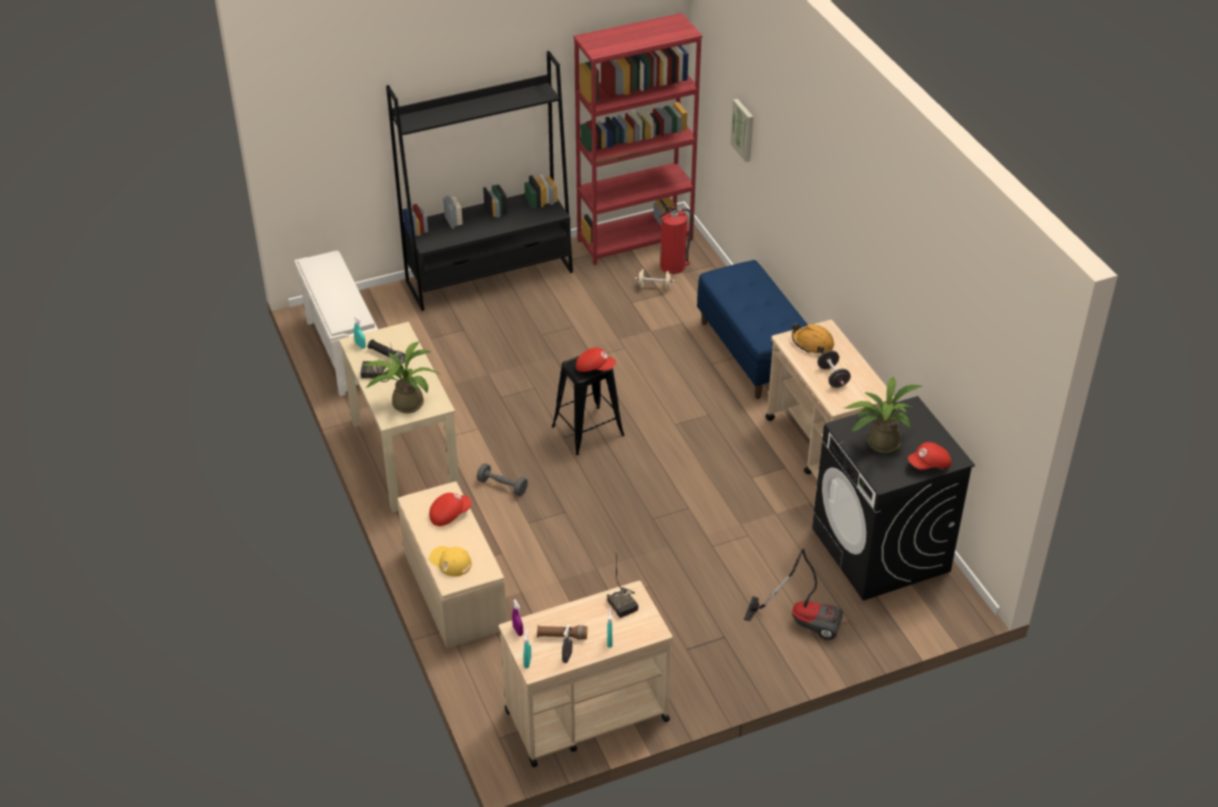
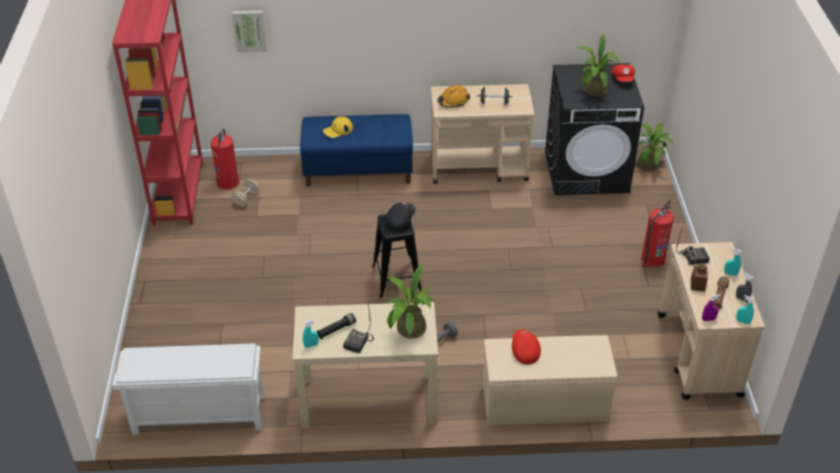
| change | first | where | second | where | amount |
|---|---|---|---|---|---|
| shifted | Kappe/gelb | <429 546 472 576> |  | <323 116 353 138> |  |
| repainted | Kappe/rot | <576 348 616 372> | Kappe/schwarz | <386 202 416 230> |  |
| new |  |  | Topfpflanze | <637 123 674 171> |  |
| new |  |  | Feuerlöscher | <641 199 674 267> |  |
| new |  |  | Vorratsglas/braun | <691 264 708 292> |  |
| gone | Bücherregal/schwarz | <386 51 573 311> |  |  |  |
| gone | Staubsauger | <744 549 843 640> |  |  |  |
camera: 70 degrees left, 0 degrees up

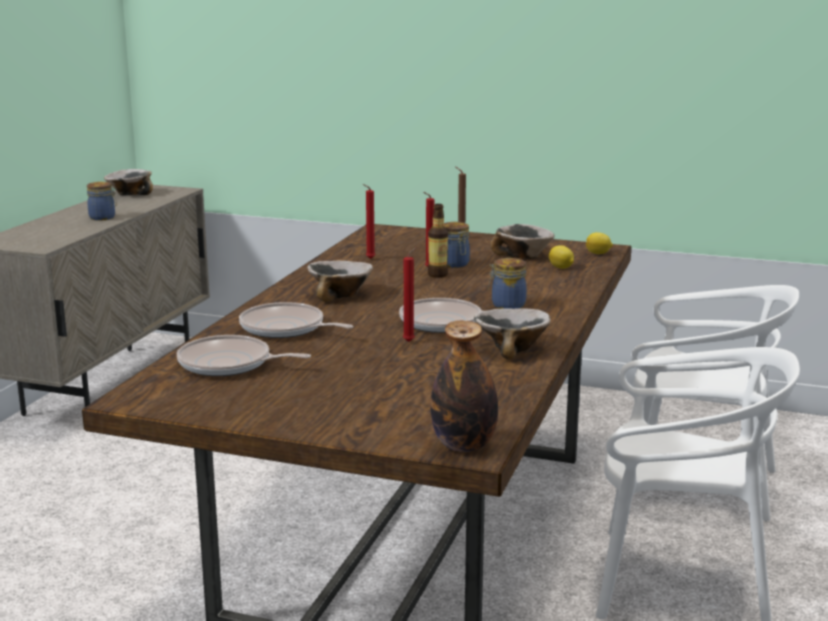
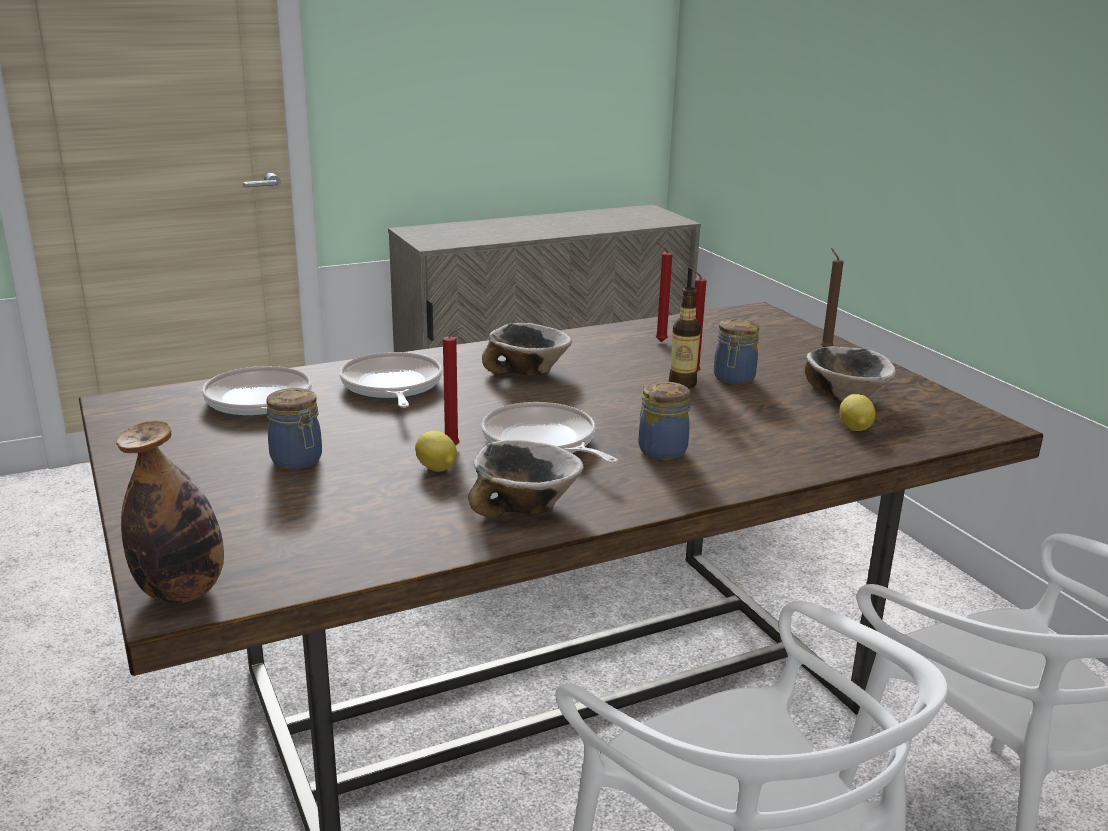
| change | first | where | second | where | amount |
|---|---|---|---|---|---|
| shifted | Vorratsglas | <87 182 117 221> |  | <266 388 322 470> |  |
| shifted | Zitrone | <586 232 613 254> |  | <415 431 457 472> |  |
| gone | Schüssel | <104 169 153 195> |  |  |  |
camera: 45 degrees right, 5 degrees up

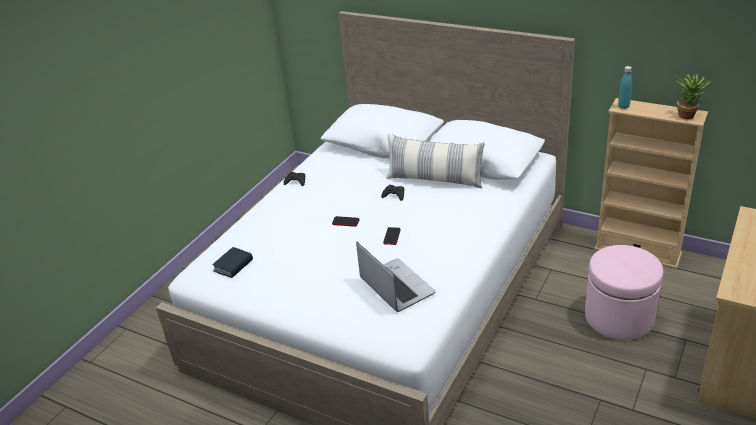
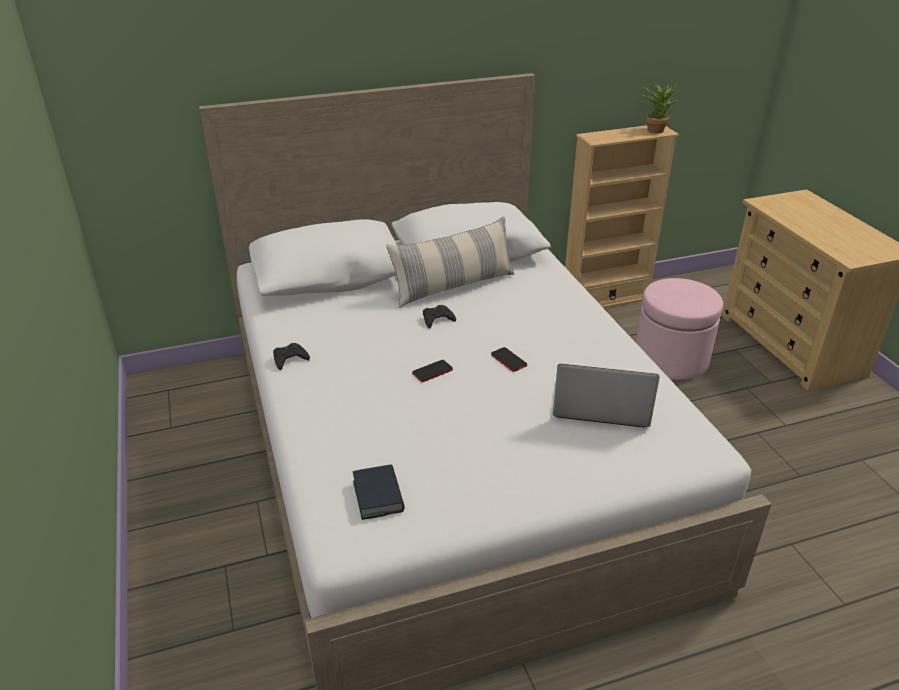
| change | first | where | second | where | amount |
|---|---|---|---|---|---|
| gone | Flasche/türkis | <618 66 632 109> |  |  |  |
camera: 50 degrees left, 0 degrees up

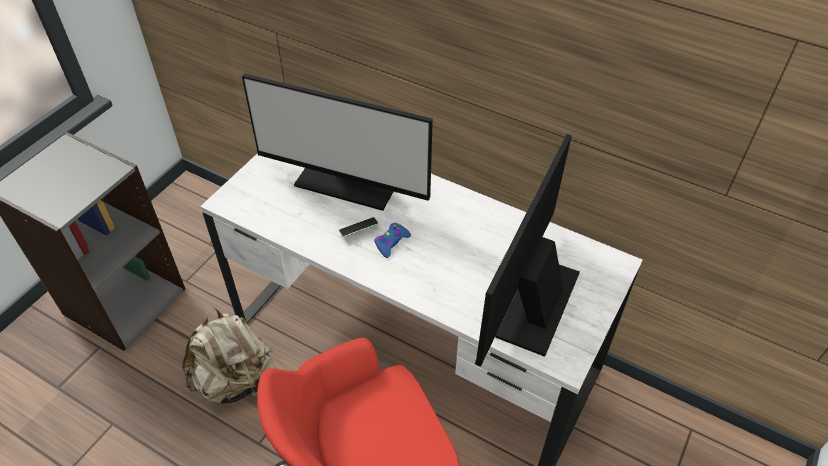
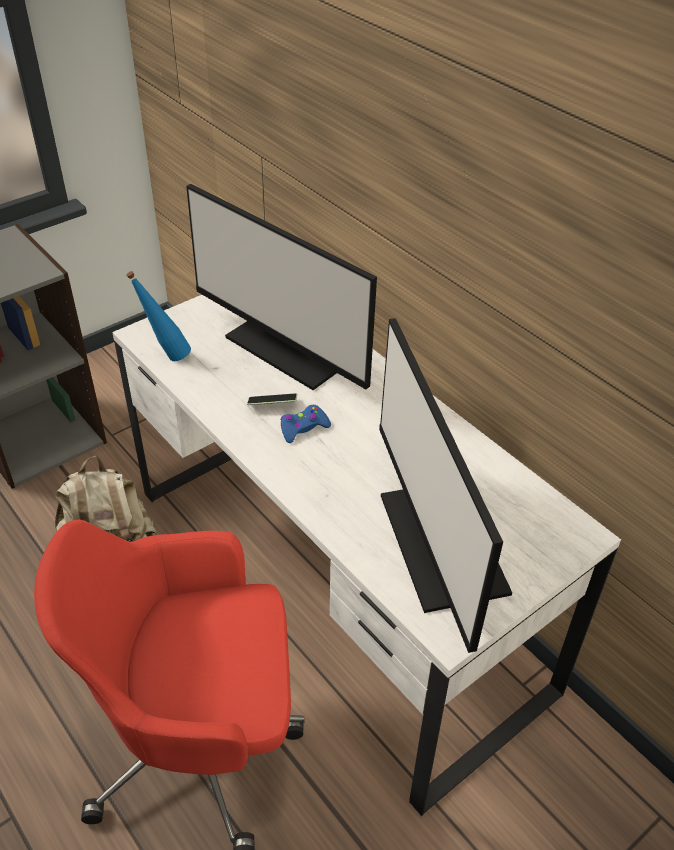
| change | first | where | second | where | amount |
|---|---|---|---|---|---|
| new |  |  | Flasche/blau | <126 271 191 361> |  |
| rotated | Monitor | <475 134 580 367> |  | <379 318 512 653> | 60 degrees counterclockwise |
camera: 20 degrees right, 5 degrees down

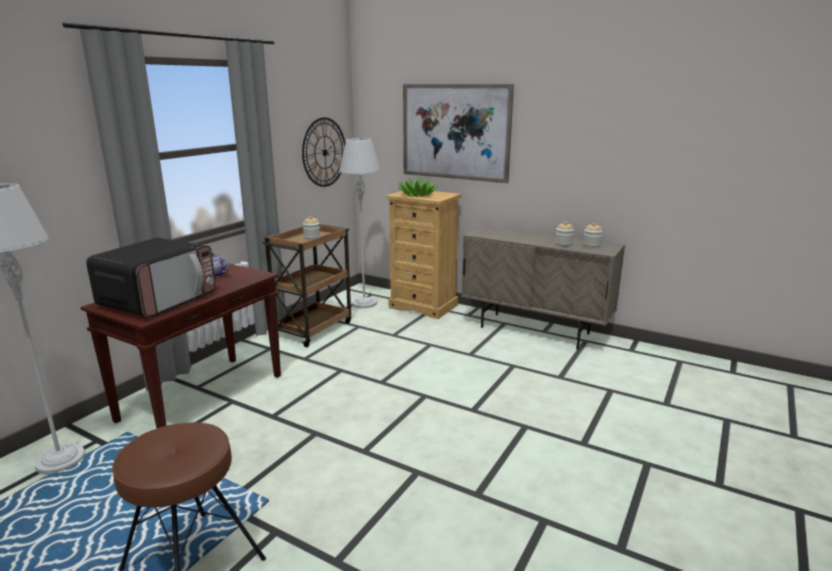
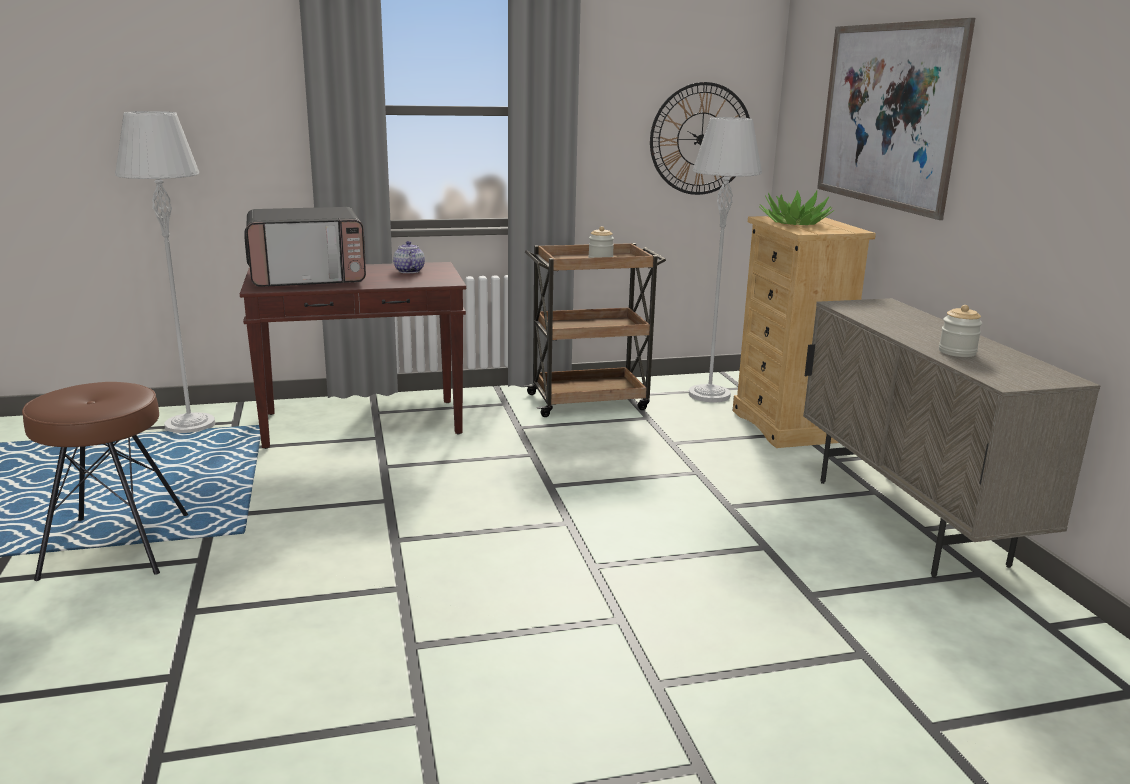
| change | first | where | second | where | amount |
|---|---|---|---|---|---|
| gone | Vorratsglas | <583 223 603 248> |  |  |  |
camera: 45 degrees right, 0 degrees up

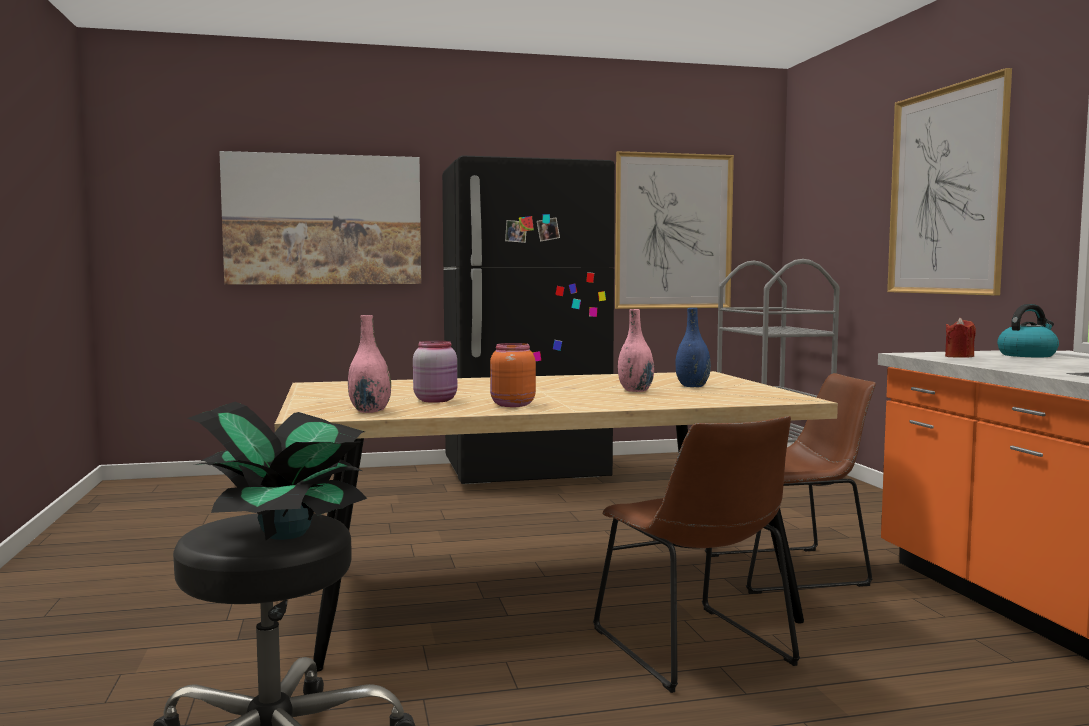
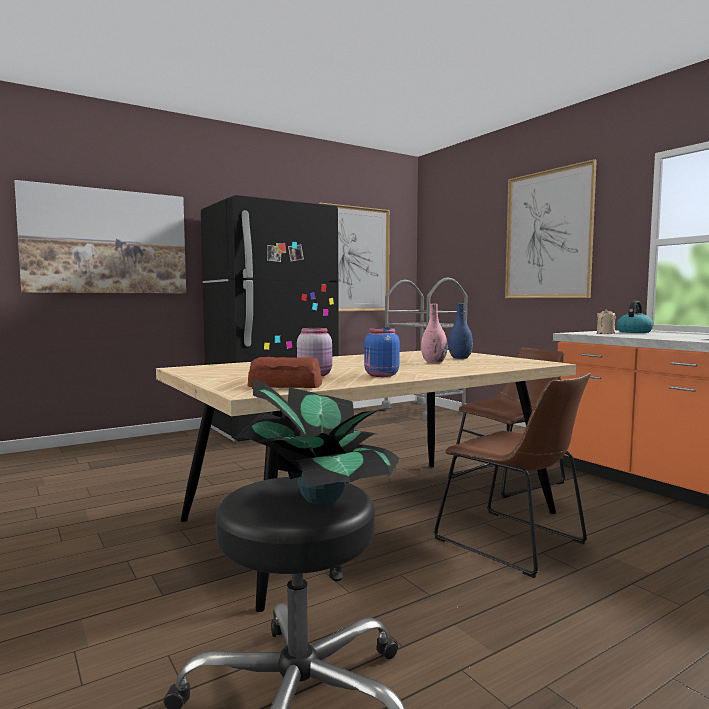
| change | first | where | second | where | amount |
|---|---|---|---|---|---|
| swapped | Vase/rosa | <348 315 391 413> | Brot | <248 357 322 388> |  |
| repainted | Vorratsglas/orange | <490 343 536 407> | Vorratsglas/blau | <364 328 400 377> |  |
| repainted | Kerze/rot | <945 318 976 358> | Kerze/beige | <597 309 616 334> |  |
camera: 20 degrees left, 0 degrees up

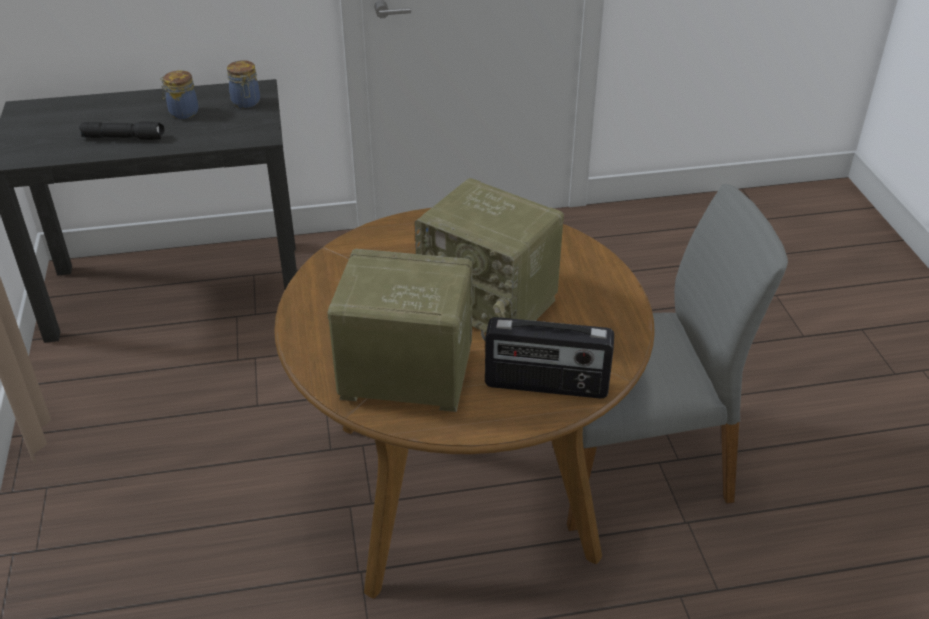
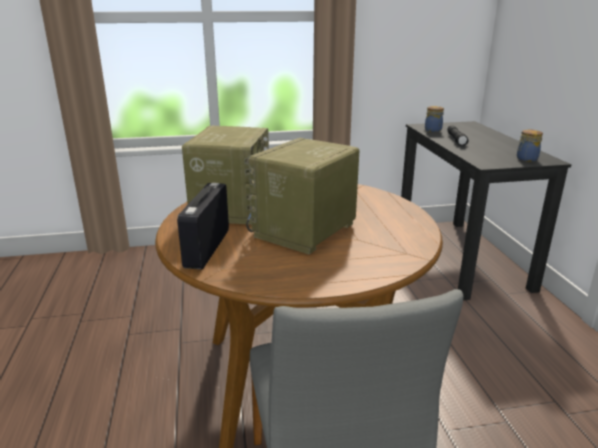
| change | first | where | second | where | amount |
|---|---|---|---|---|---|
| shifted | Vorratsglas | <160 70 199 119> |  | <425 106 444 132> |  |
camera: 90 degrees right, 15 degrees down

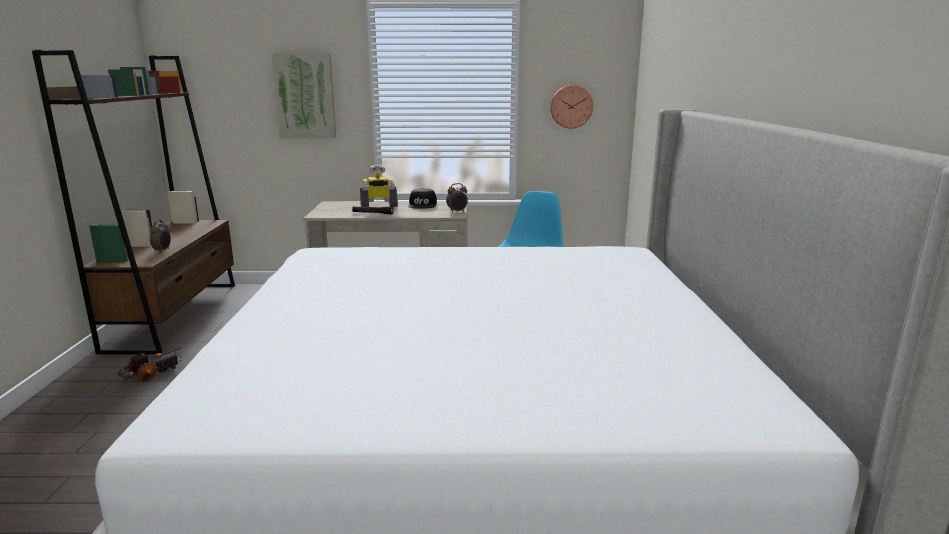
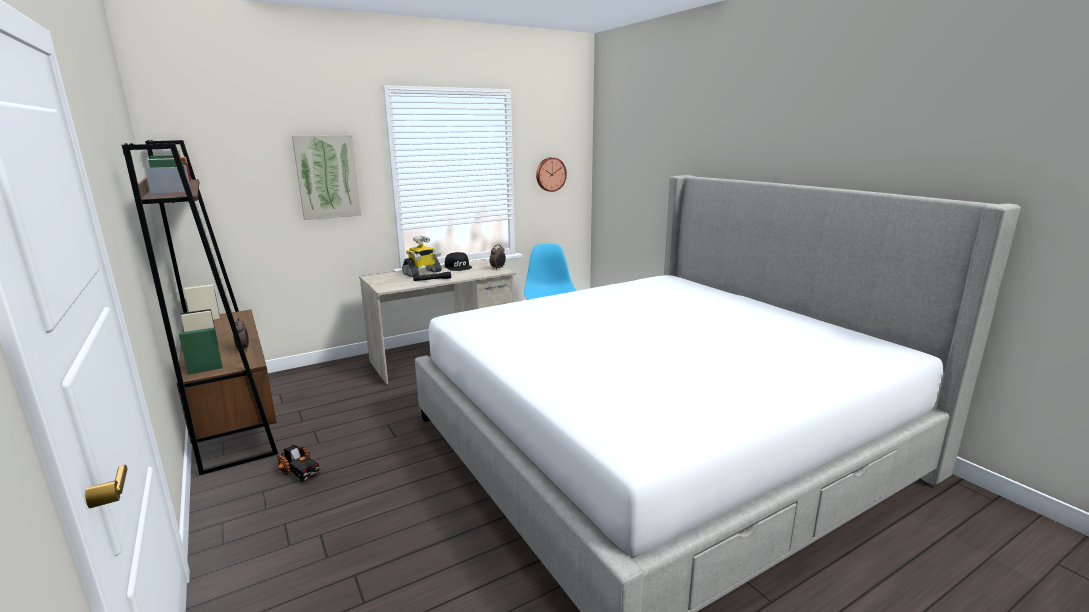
| change | first | where | second | where | amount |
|---|---|---|---|---|---|
| rotated | Spielzeuglaster | <118 347 182 382> |  | <277 445 322 482> | 120 degrees clockwise |
camera: 30 degrees left, 0 degrees up

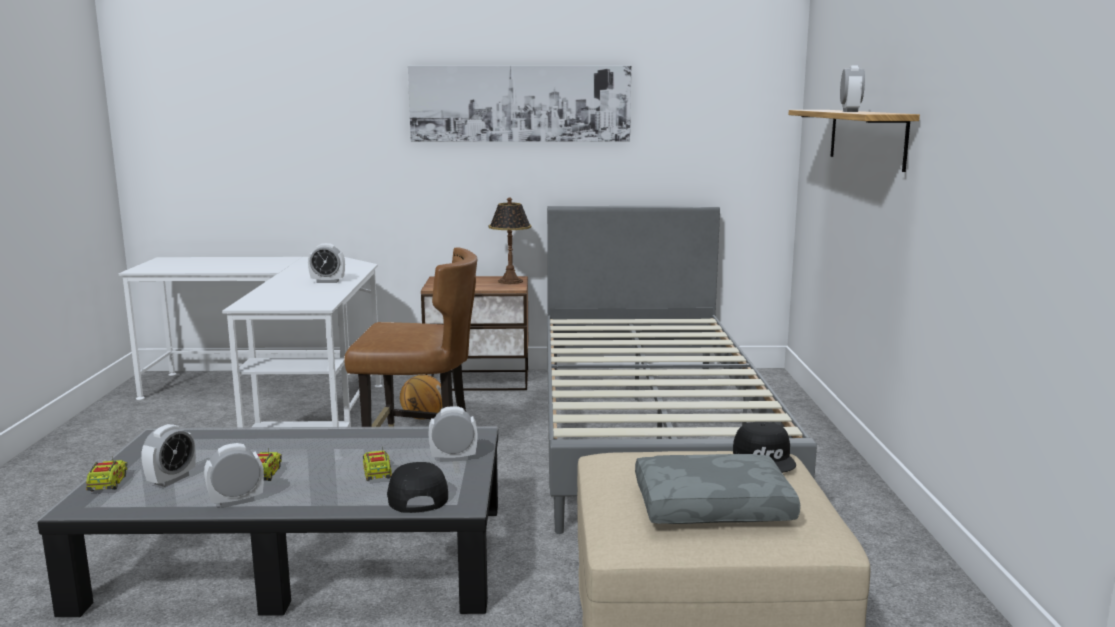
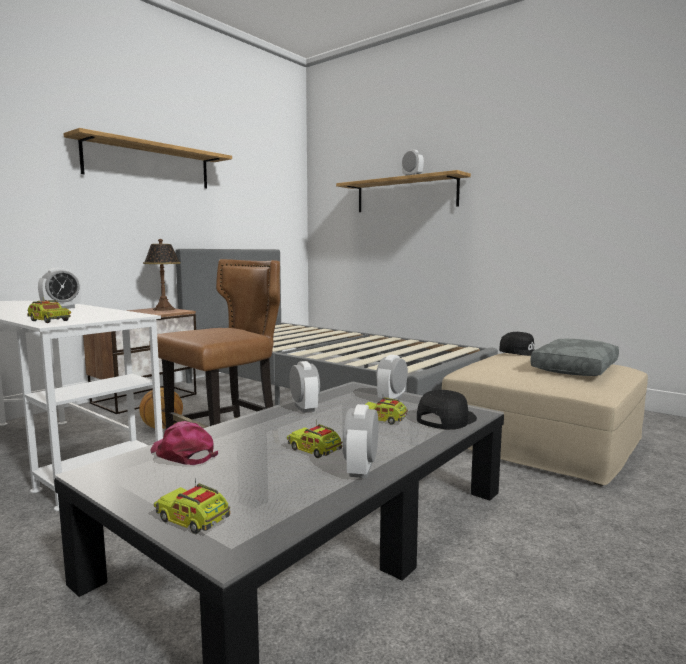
| change | first | where | second | where | amount |
|---|---|---|---|---|---|
| new |  |  | Spielzeuglaster | <27 300 71 323> |  |
| swapped | Bild | <408 66 631 142> | Wandregal | <63 128 232 189> |  |
| new |  |  | Kappe/rosa | <151 421 218 465> |  |
| shifted | Wecker | <142 424 196 487> |  | <289 361 320 413> |  |
| rotated | Kappe/schwarz | <387 462 448 513> |  | <417 390 477 430> | 105 degrees clockwise |
camera: 50 degrees left, 5 degrees down

